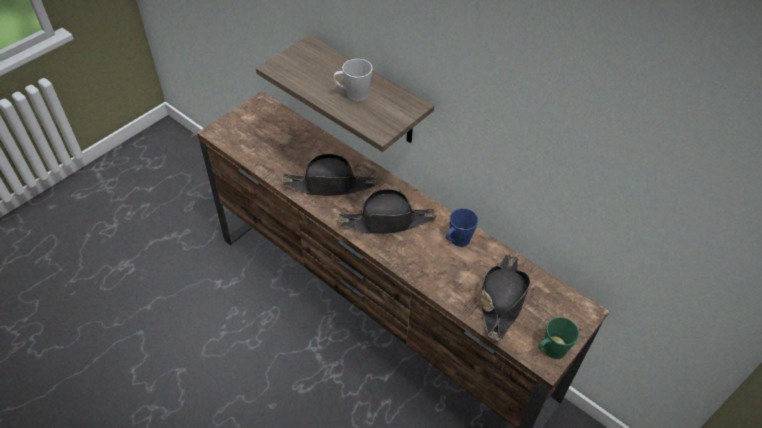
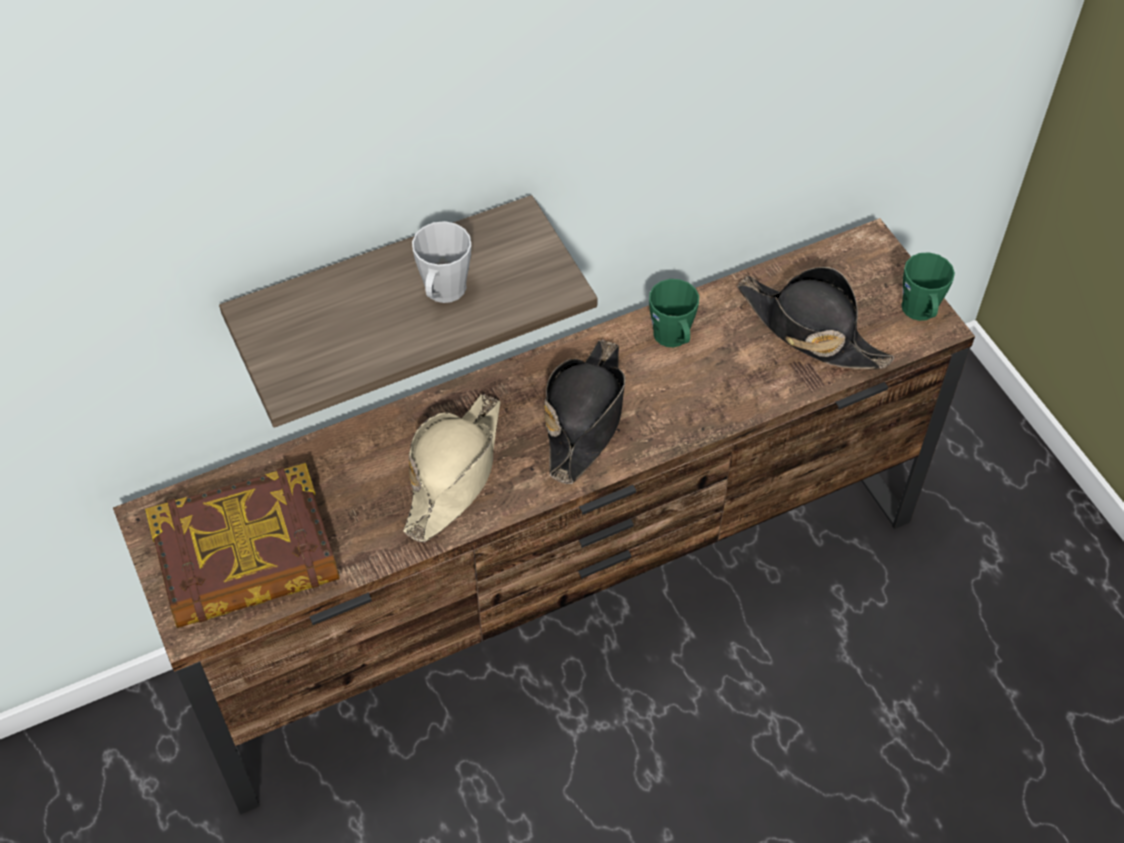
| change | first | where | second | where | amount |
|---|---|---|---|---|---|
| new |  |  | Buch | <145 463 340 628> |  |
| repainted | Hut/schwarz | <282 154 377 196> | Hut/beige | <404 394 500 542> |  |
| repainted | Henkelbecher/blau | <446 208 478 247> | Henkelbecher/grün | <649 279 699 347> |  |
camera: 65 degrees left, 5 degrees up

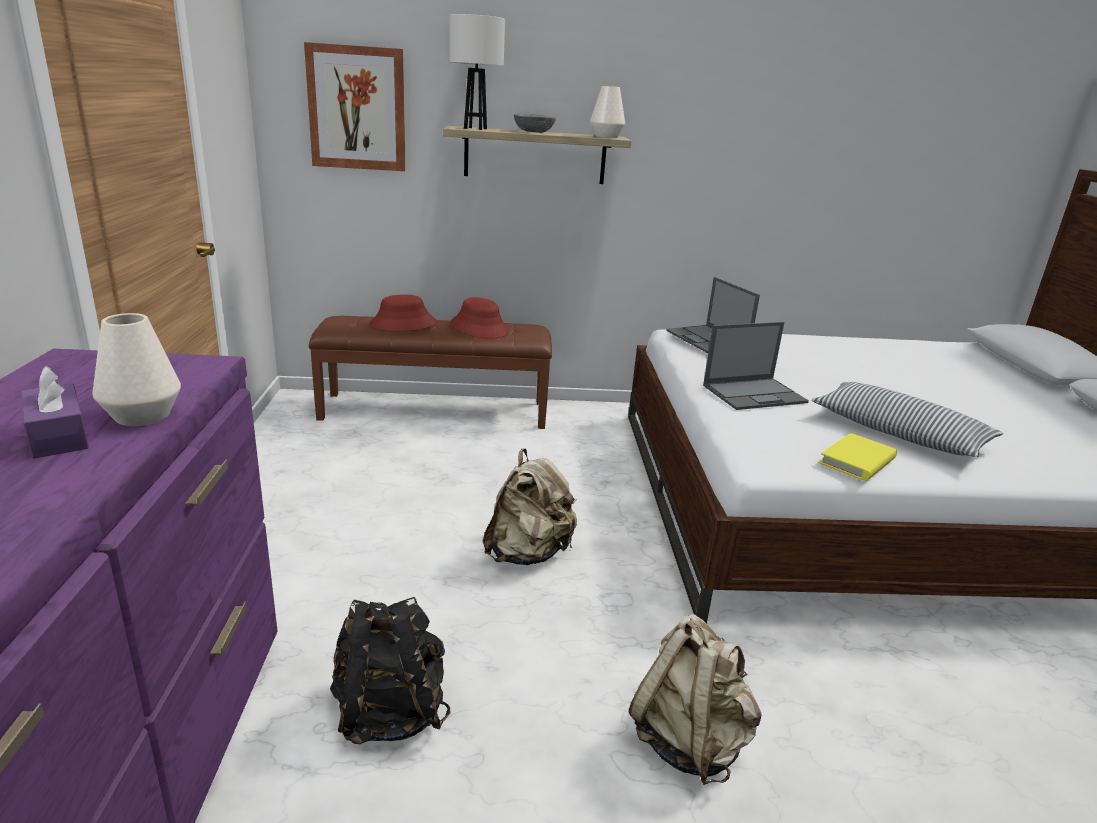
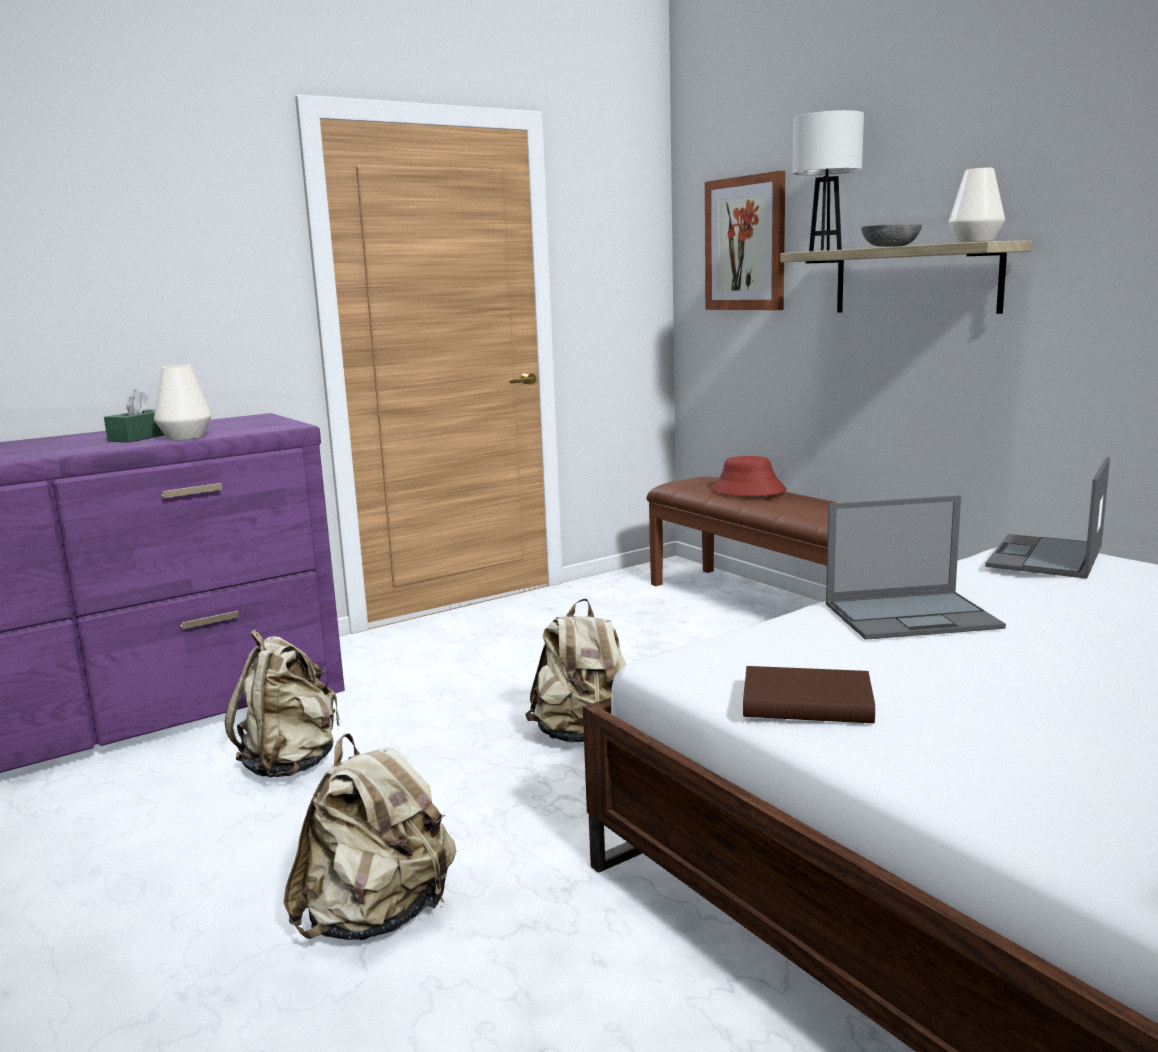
| change | first | where | second | where | amount |
|---|---|---|---|---|---|
| repainted | Taschentuchbox/lila | <21 366 89 458> | Taschentuchbox/grün | <104 389 164 442> |  |
| repainted | Rucksack/schwarz | <330 597 451 744> | Rucksack/beige | <225 629 340 777> |  |
| repainted | Buch/gelb | <819 433 897 481> | Buch/braun | <743 666 875 723> |  |
| rotated | Laptop | <703 322 809 410> |  | <826 495 1006 640> | 45 degrees counterclockwise |
| gone | Hut/rot | <450 297 509 338> |  |  |  |
| gone | Kissen | <812 382 1004 457> |  |  |  |
camera: 60 degrees right, 10 degrees down

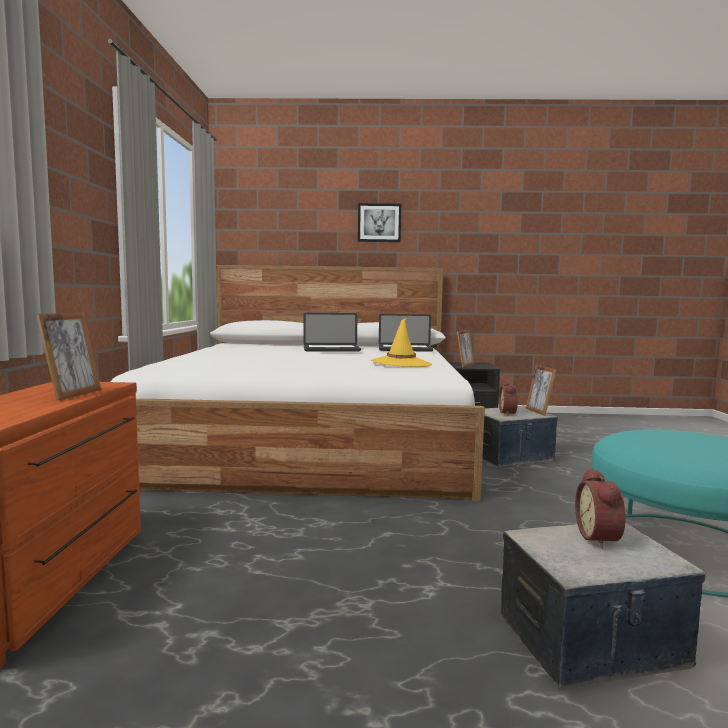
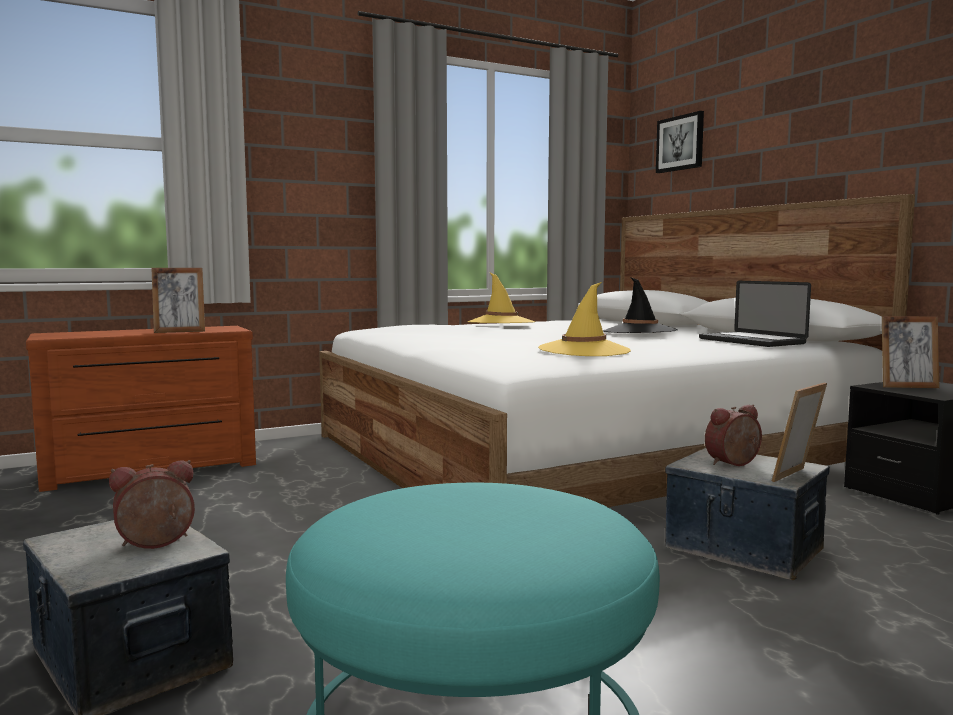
| change | first | where | second | where | amount |
|---|---|---|---|---|---|
| new |  |  | Hut/gelb | <468 273 535 323> |  |
| swapped | Laptop | <303 313 361 352> | Hut/schwarz | <603 277 678 333> |  |
| shifted | Bild | <358 203 401 242> |  | <656 111 704 173> |  |
camera: 60 degrees right, 0 degrees up

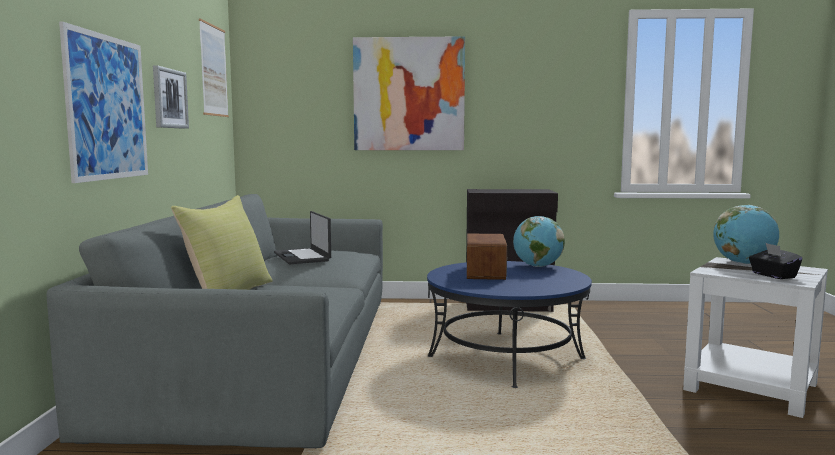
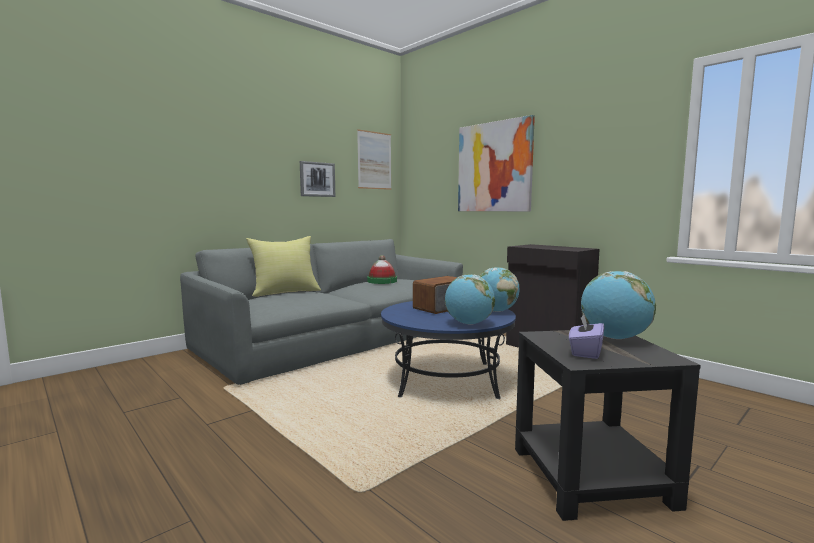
| change | first | where | second | where | amount |
|---|---|---|---|---|---|
| swapped | Laptop | <274 211 331 264> | Hut | <367 255 397 284> |  |
| new |  |  | Globus | <445 275 495 325> |  |
| repainted | Beistelltisch/weiß | <683 257 828 418> | Beistelltisch/schwarz | <515 330 701 521> |  |
| repainted | Taschentuchbox/schwarz | <749 243 803 279> | Taschentuchbox/lila | <569 314 604 359> |  |
| gone | Bild | <59 21 148 183> |  |  |  |
camera: 45 degrees right, 0 degrees up

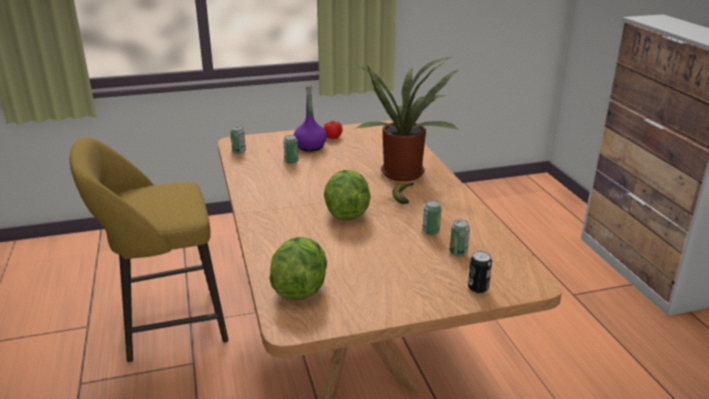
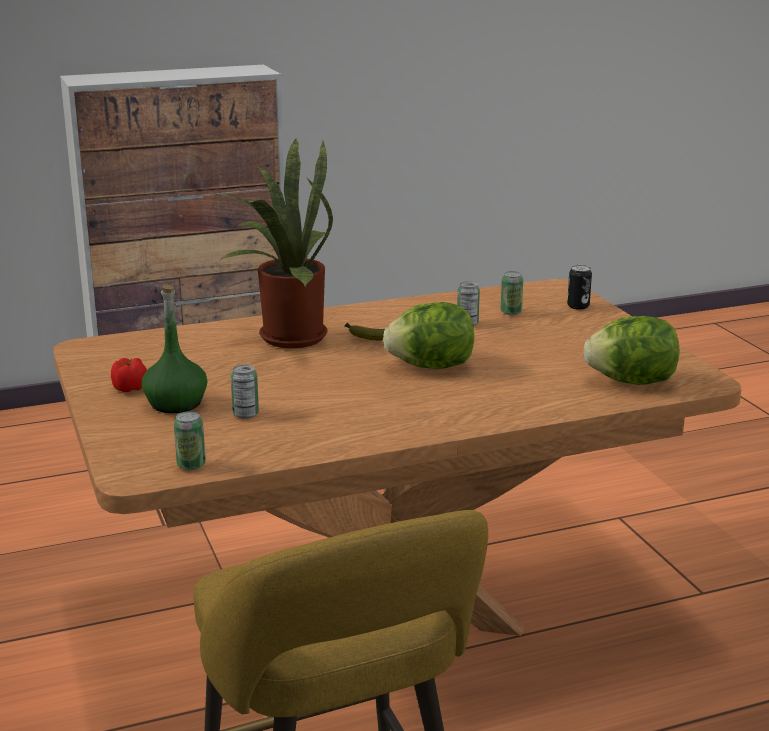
| change | first | where | second | where | amount |
|---|---|---|---|---|---|
| repainted | Flasche/lila | <294 85 327 152> | Flasche/grün | <142 285 207 413> |  |
camera: 95 degrees left, 5 degrees down

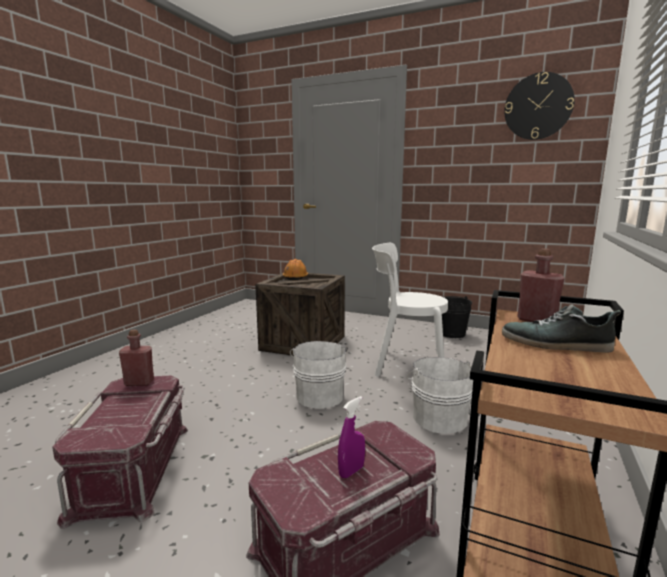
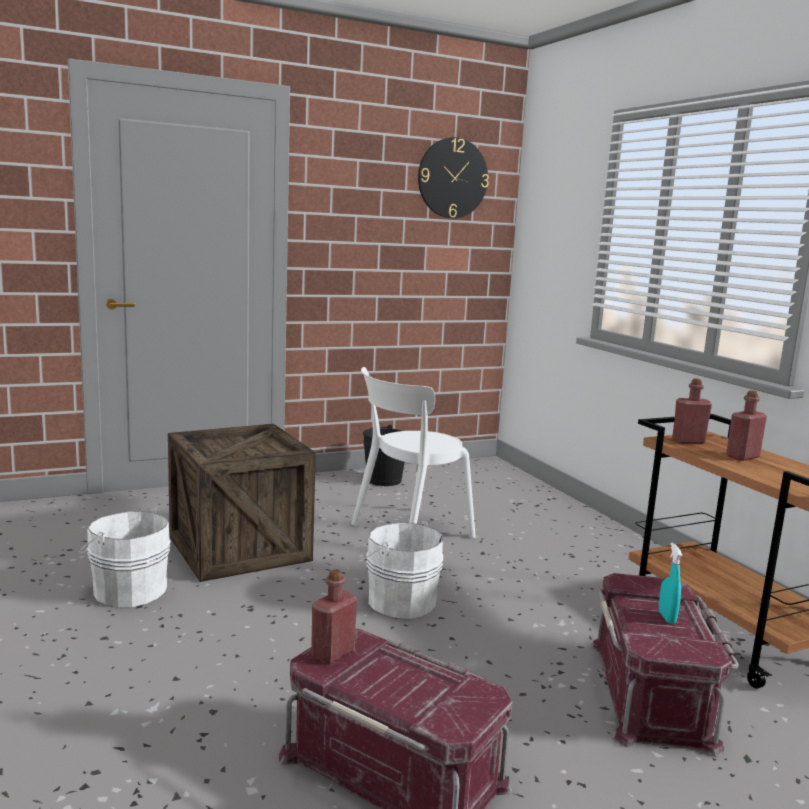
| change | first | where | second | where | amount |
|---|---|---|---|---|---|
| shifted | Eimer/weiß | <406 357 473 434> |  | <79 508 171 607> |  |
| repainted | Sprühflasche/lila | <338 396 365 478> | Sprühflasche/türkis | <659 542 683 624> |  |
| swapped | Schuh | <502 305 621 352> | Flasche/rot | <726 390 767 461> |  |
| gone | Schutzhelm/orange | <283 259 308 281> |  |  |  |
camera: 50 degrees left, 0 degrees up

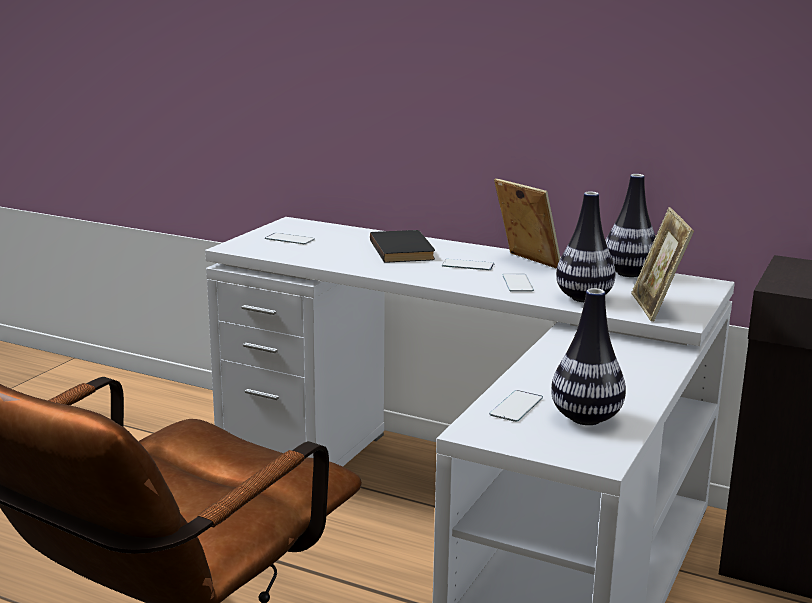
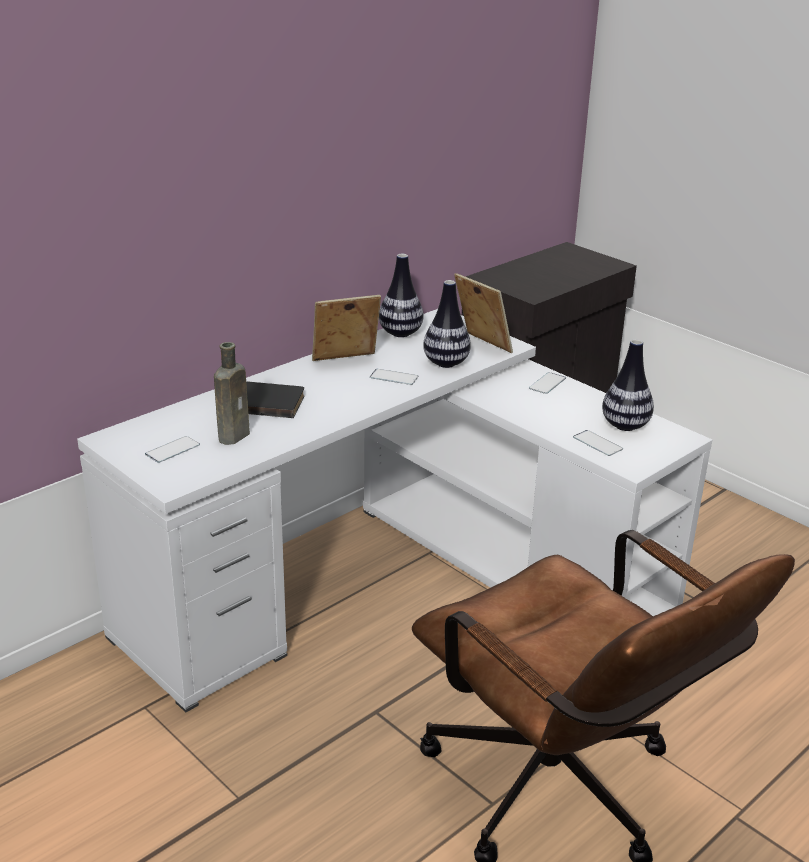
| change | first | where | second | where | amount |
|---|---|---|---|---|---|
| new |  |  | Flasche/braun | <214 342 250 445> |  |
| rotated | Bilderrahmen | <631 207 694 322> |  | <454 273 513 353> | 150 degrees counterclockwise |
| shifted | Handy | <442 259 494 270> |  | <529 372 566 394> |  |
camera: 70 degrees left, 10 degrees up

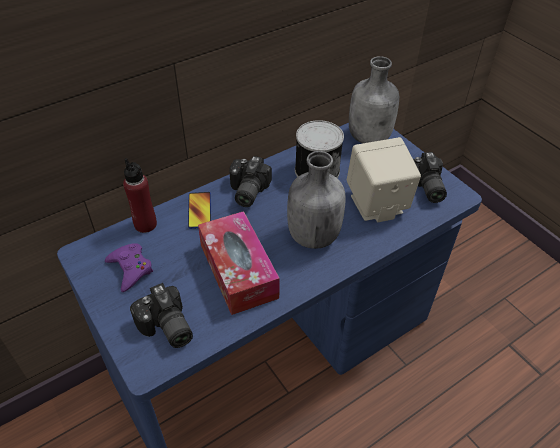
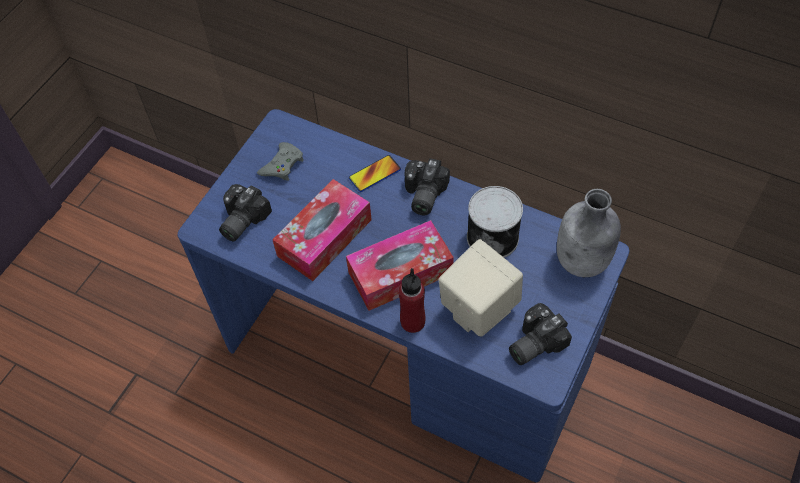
| change | first | where | second | where | amount |
|---|---|---|---|---|---|
| repainted | Gamepad/lila | <105 243 153 292> | Gamepad/grau | <257 142 304 181> |  |
| swapped | Flasche/grau | <287 151 345 249> | Taschentuchbox | <346 220 454 311> |  |
| shifted | Flasche/rot | <123 158 157 233> |  | <398 268 425 333> |  |
| rotated | Kamera | <229 156 272 207> |  | <405 158 450 215> | 60 degrees counterclockwise |
camera: 65 degrees right, 10 degrees up

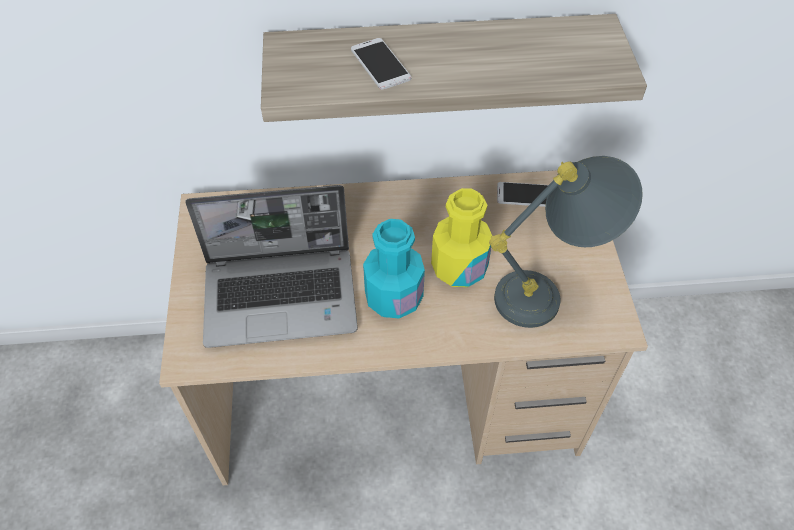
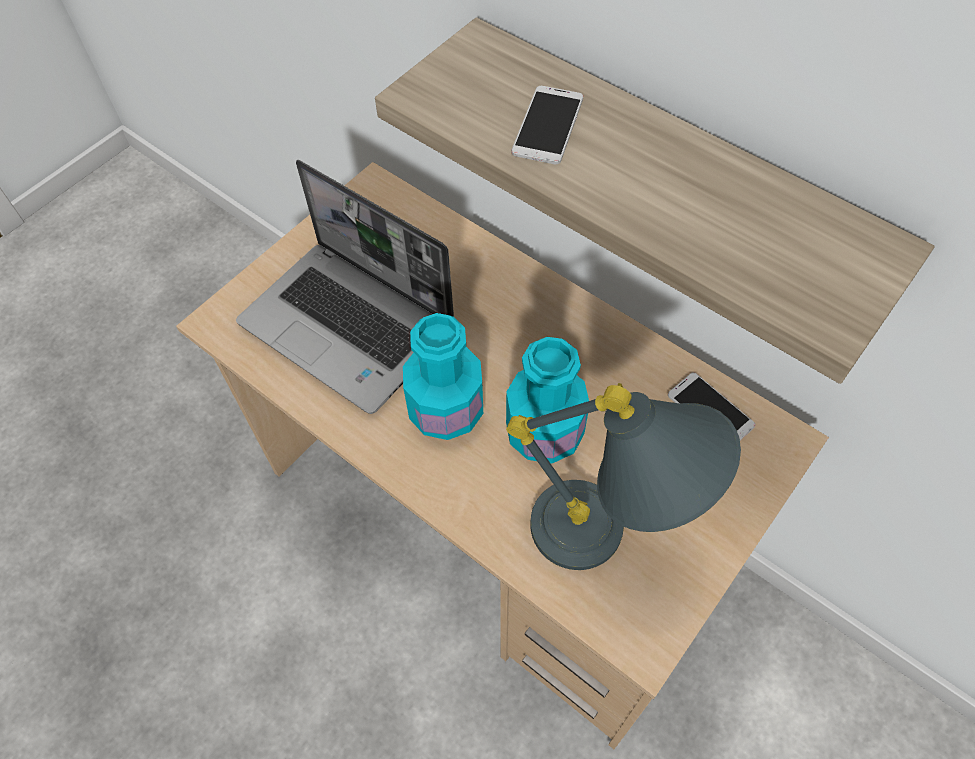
| change | first | where | second | where | amount |
|---|---|---|---|---|---|
| repainted | Flasche/gelb | <431 188 492 287> | Flasche/türkis | <506 337 589 463> |  |
camera: 45 degrees right, 5 degrees up

